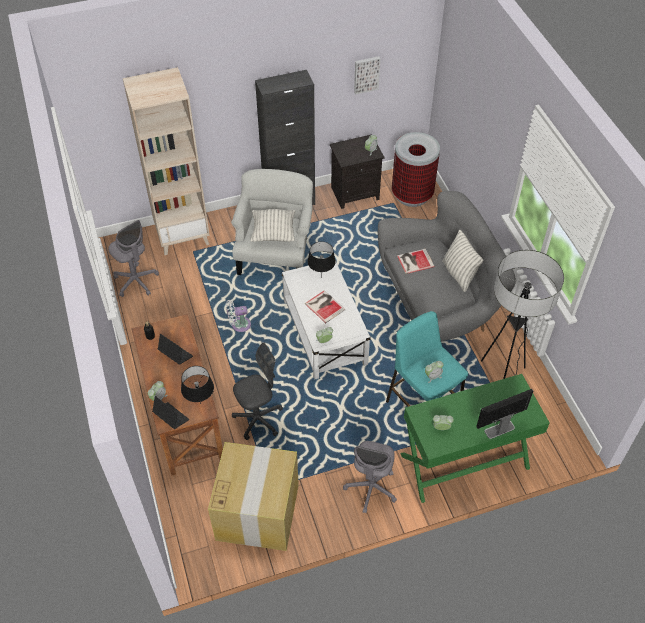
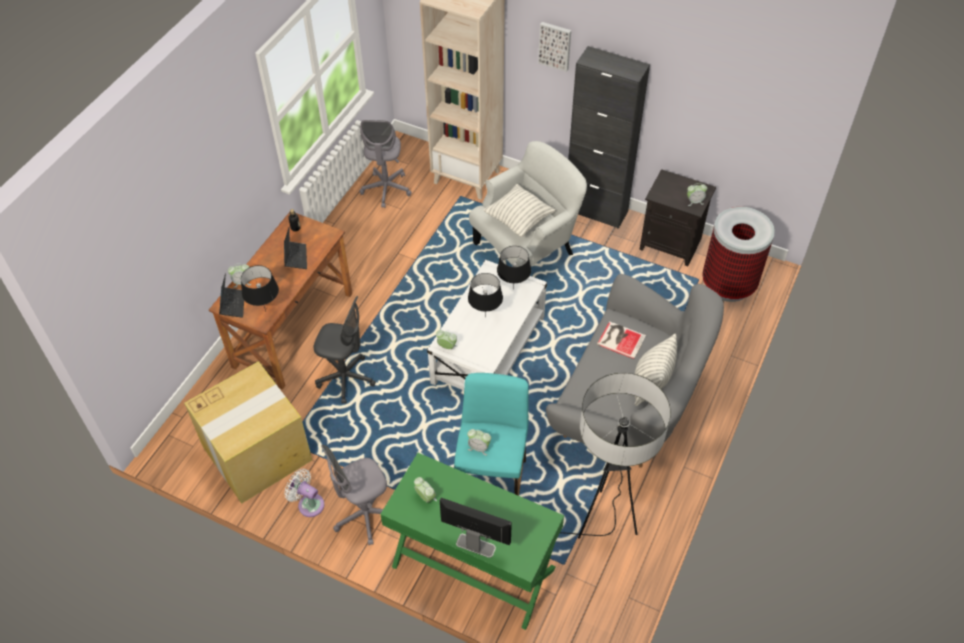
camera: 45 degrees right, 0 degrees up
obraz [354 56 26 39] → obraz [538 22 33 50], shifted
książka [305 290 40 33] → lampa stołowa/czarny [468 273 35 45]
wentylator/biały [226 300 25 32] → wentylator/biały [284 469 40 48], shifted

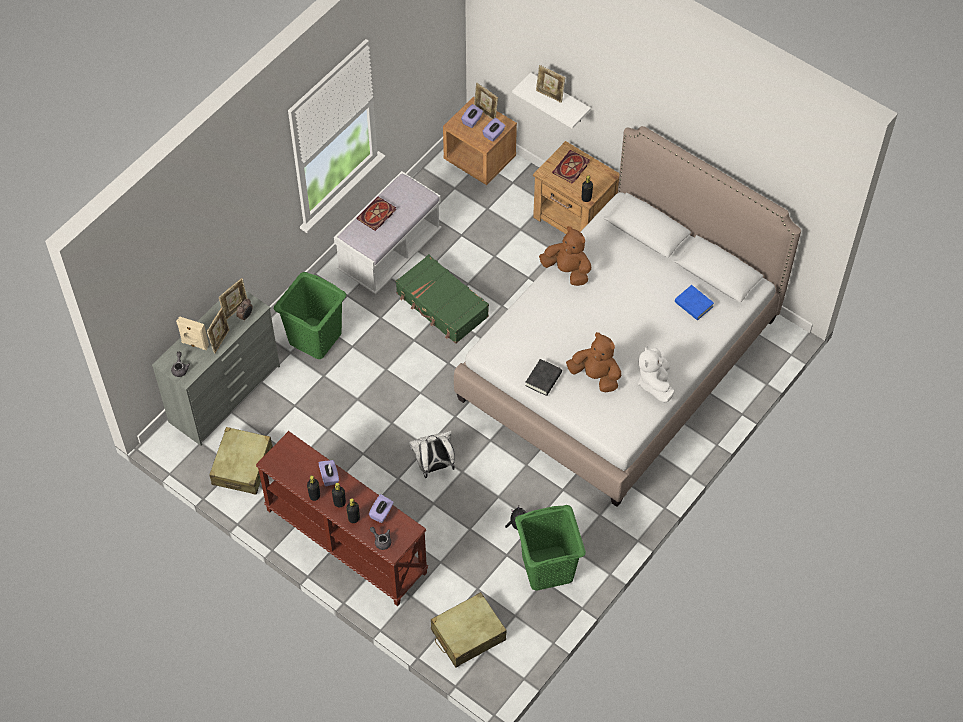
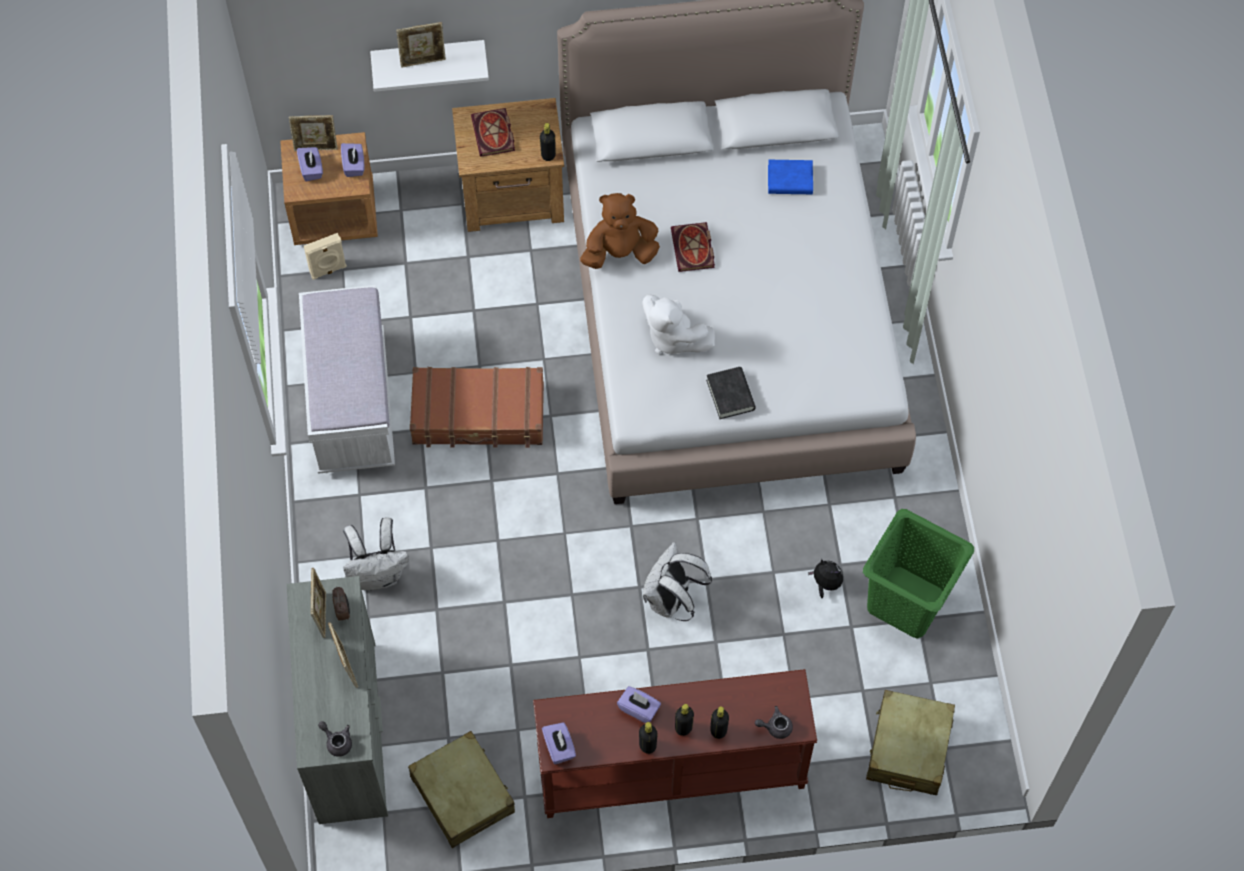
camera: 45 degrees left, 5 degrees up
książka [356 197 40 34] → książka [671 222 44 50], shifted
walizka/zielony [396 254 93 90] → walizka/brązowy [410 367 134 81]
kosz na pranie/zielony [274 272 72 87] → plecak/biały [343 517 66 73]
głośnik/beżowy [176 316 33 34] → głośnik/beżowy [304 233 43 47], shifted
pluszak/brązowy [566 332 55 60] → -
pluszak/biały [638 346 36 57] → pluszak/biały [642 294 73 60], shifted
pudełko chusteczek/fioletowy [368 494 26 29] → pudełko chusteczek/fioletowy [542 722 34 42], shifted

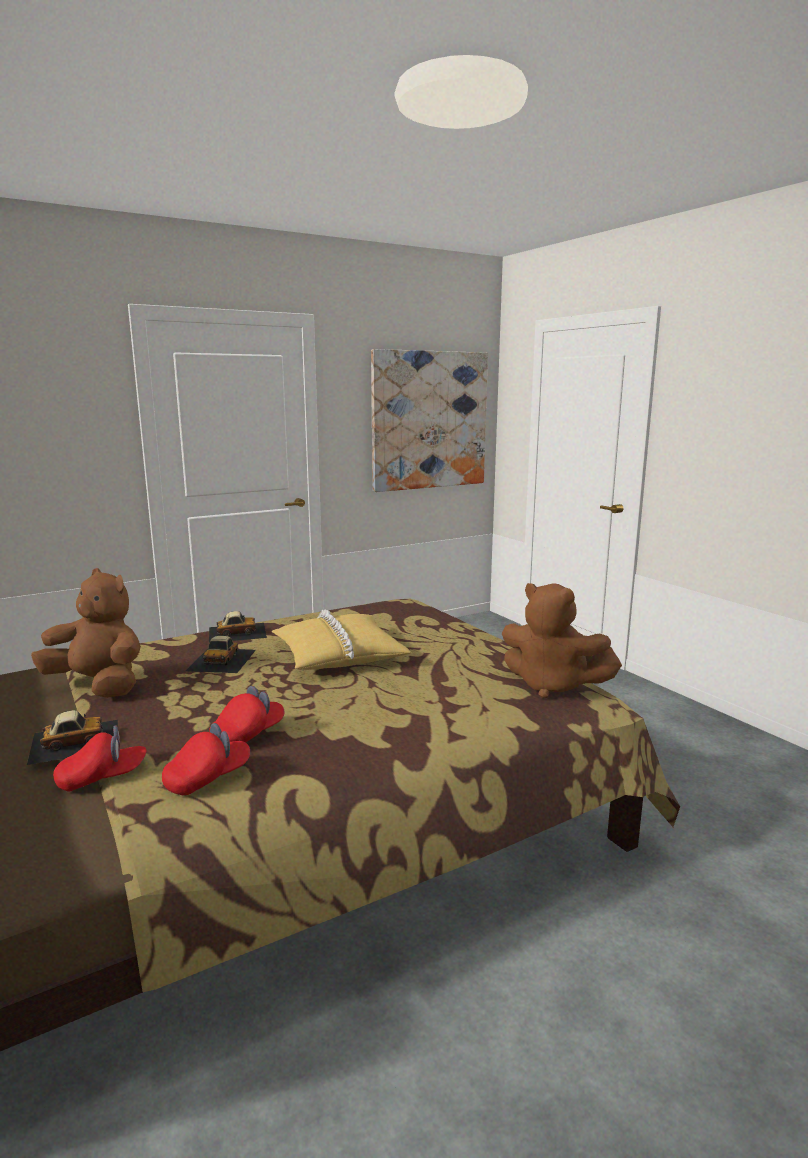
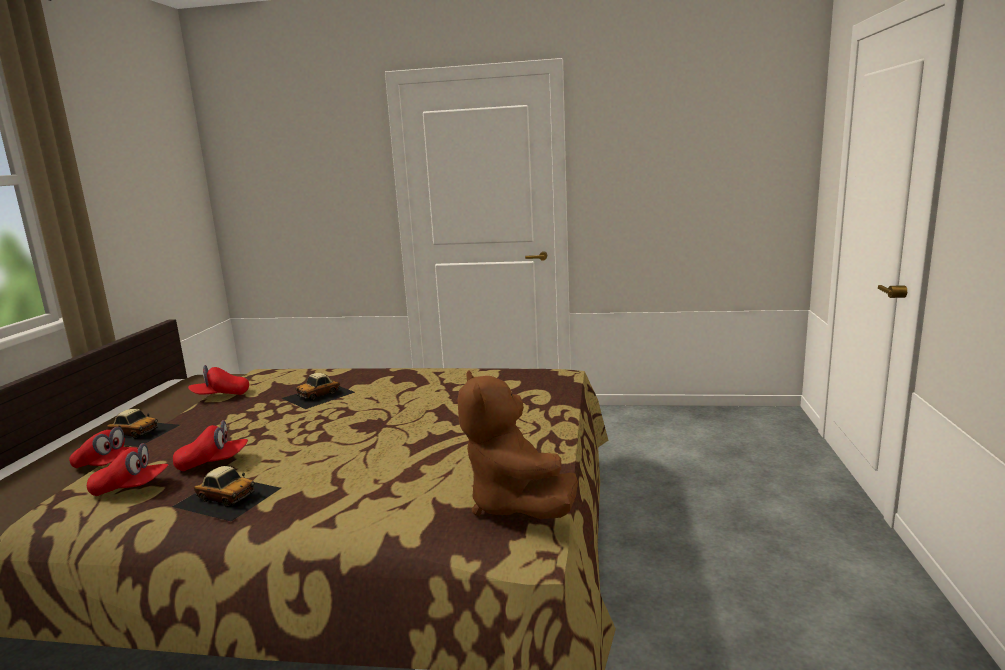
camera: 40 degrees right, 0 degrees up
obraz [371 349 117 143] → -
pluszak/brązowy [31 568 110 130] → czapka z daszkiem/czerwony [188 365 61 30]
poduszka/żółty [272 609 139 61] → -
samochodzik [209 611 58 32] → samochodzik [172 466 109 55], shifted

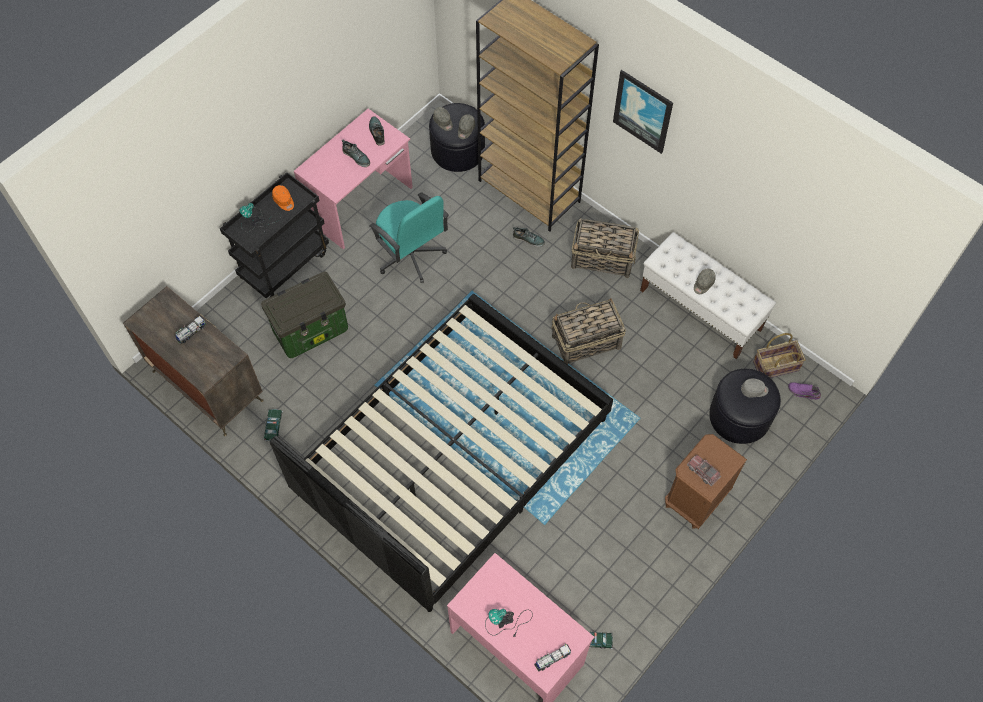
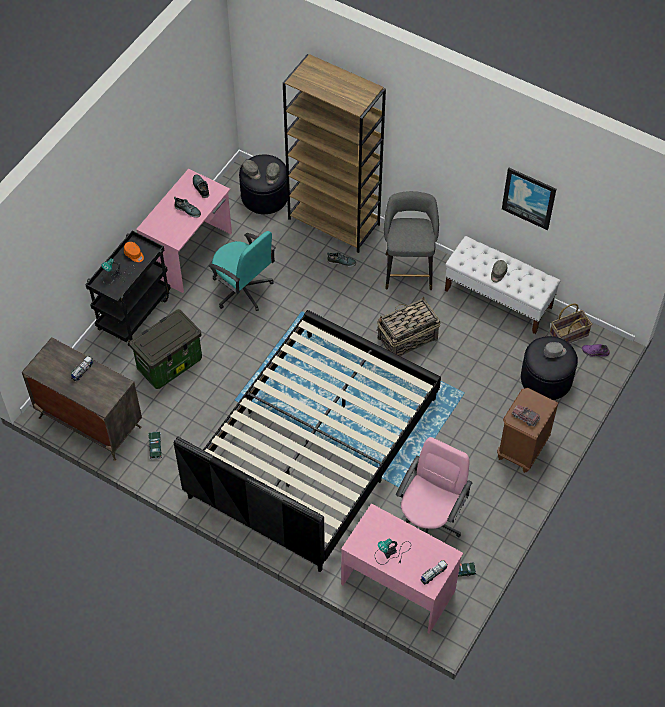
camera: 10 degrees left, 5 degrees down
obraz [613 70 60 84] → obraz [502 168 54 62], shifted
koszyk [571 218 68 60] → stołek/szary [384 191 55 99]
- → krzesło biurowe/różowy [396 437 76 100]

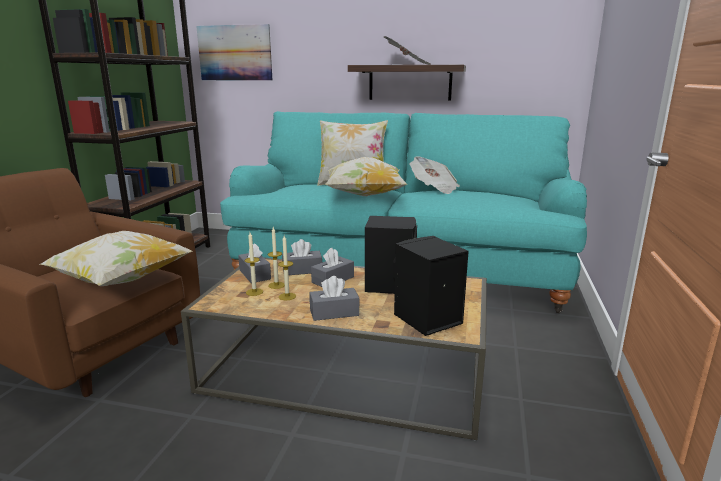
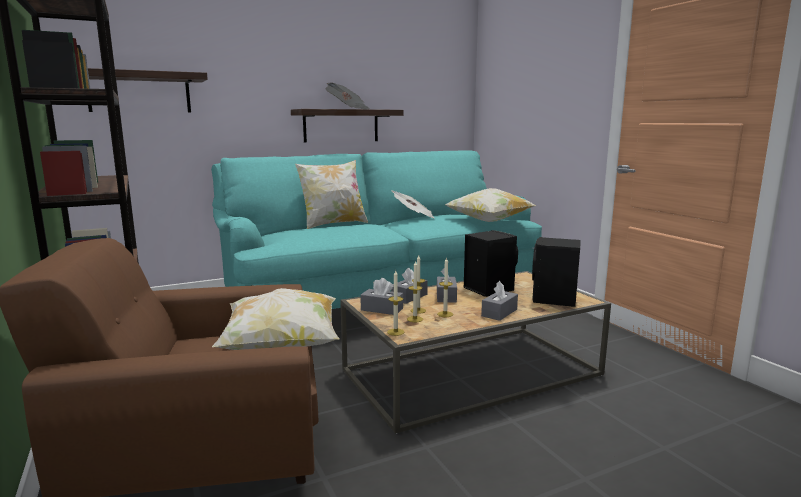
camera: 40 degrees left, 5 degrees down
obraz [196 24 76 57] → półka [88 68 120 44]
poduszka [324 157 83 39] → poduszka [445 188 91 34], shifted
- → świeca [387 271 17 65]

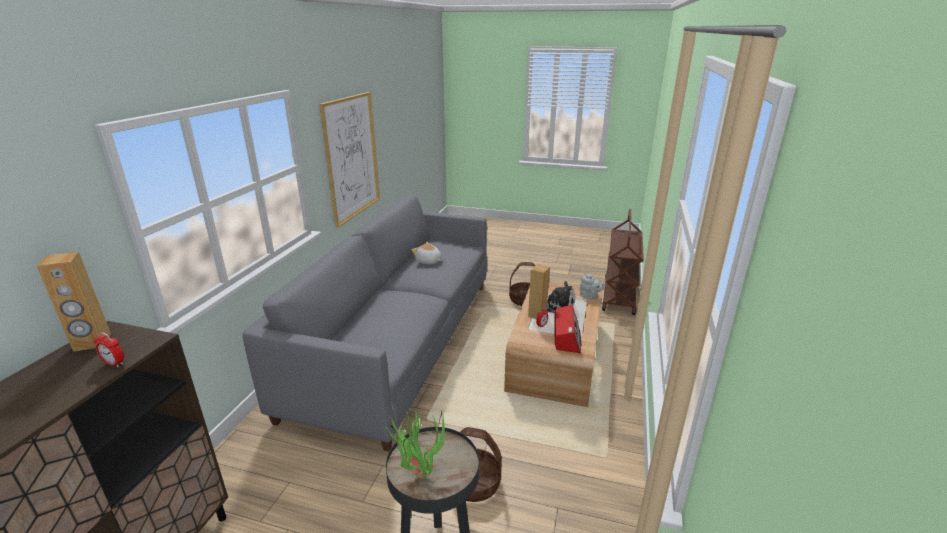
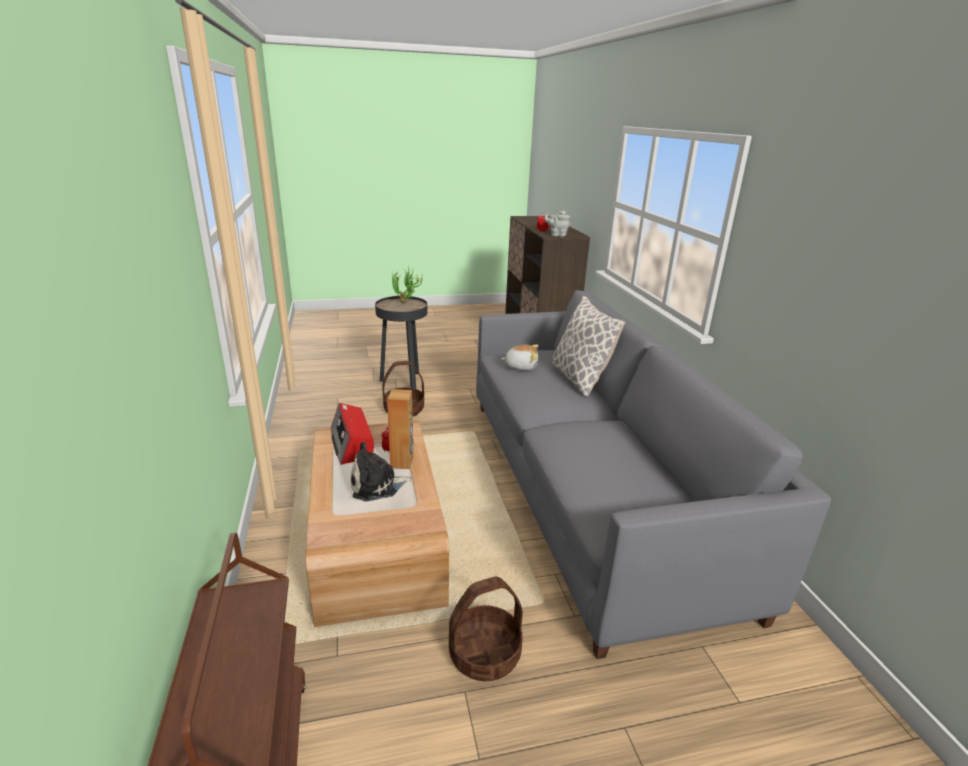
camera: 150 degrees right, 0 degrees up
obraz [319 92 61 136] → -
pluszak [412 242 29 22] → pluszak [501 344 37 27], shifted
głośnik/brązowy [37 252 74 100] → -
imbryk/szary [580 273 25 26] → imbryk/szary [544 211 26 26], shifted
- → poduszka [553 296 72 100]

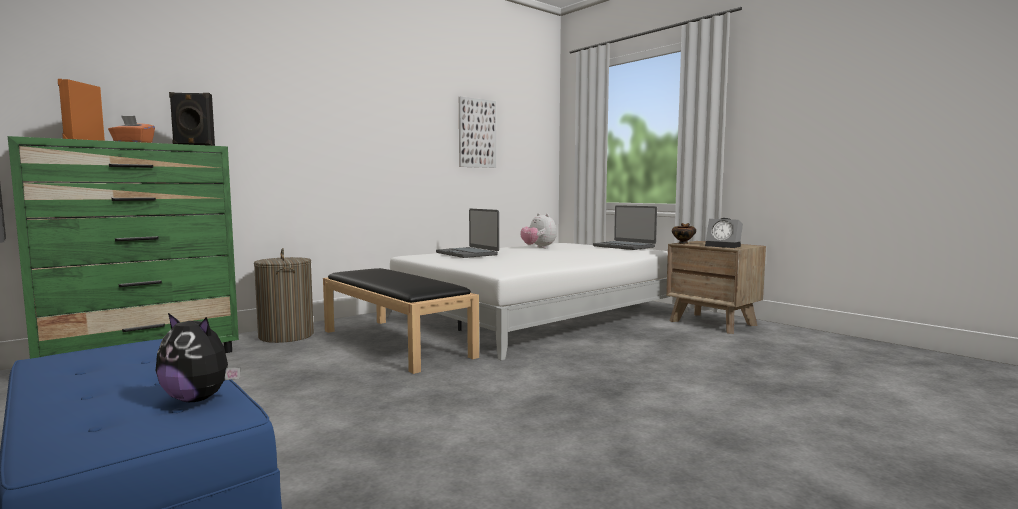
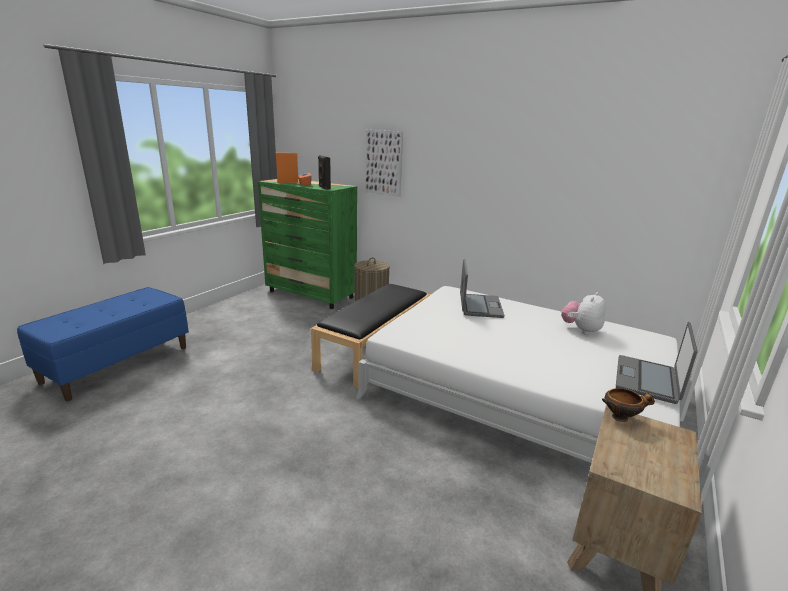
camera: 70 degrees right, 15 degrees up
obraz [459 96 37 72] → obraz [365 130 38 67], shifted
laptop [436 209 63 49] → laptop [460 259 44 59], 150 degrees clockwise
budzik [705 218 38 30] → -
pluszak [156 313 84 89] → -

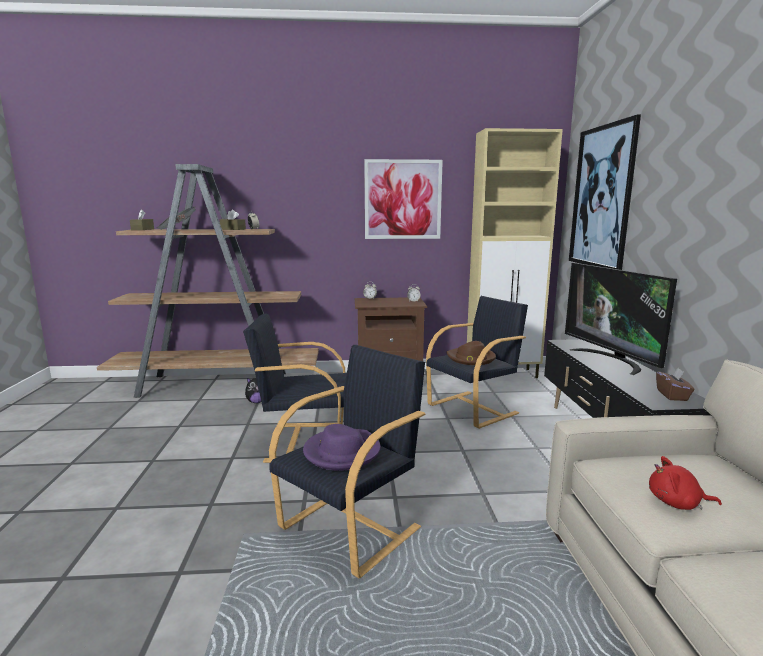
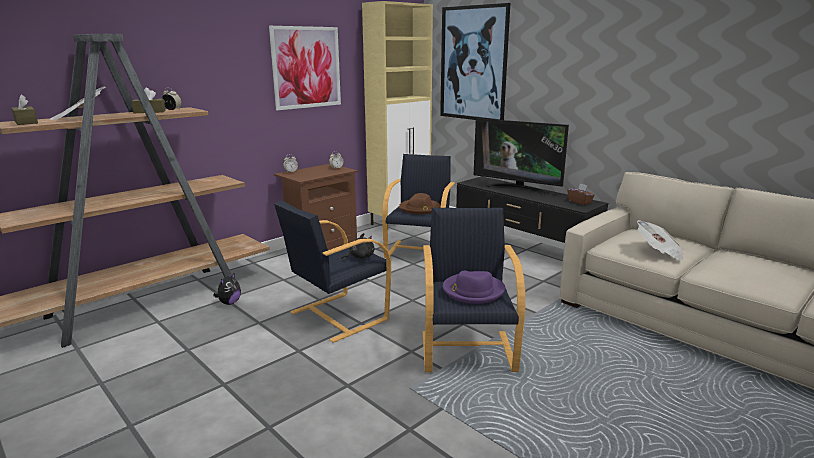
camera: 40 degrees left, 5 degrees up
pluszak/czerwony [649 456 73 54] → gazeta [637 220 47 41]
- → pluszak/czarny [341 233 33 27]

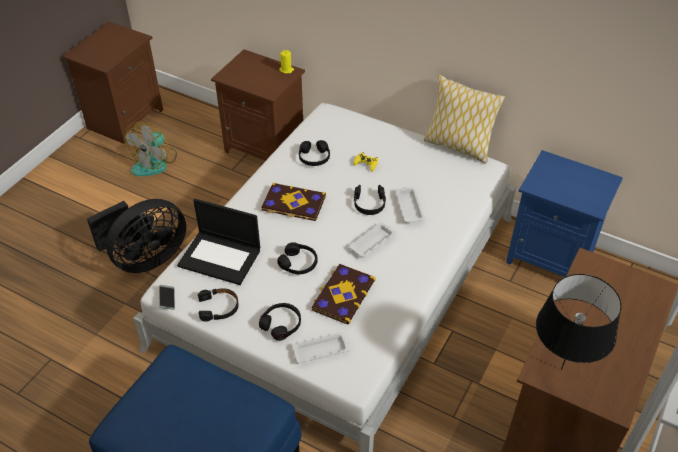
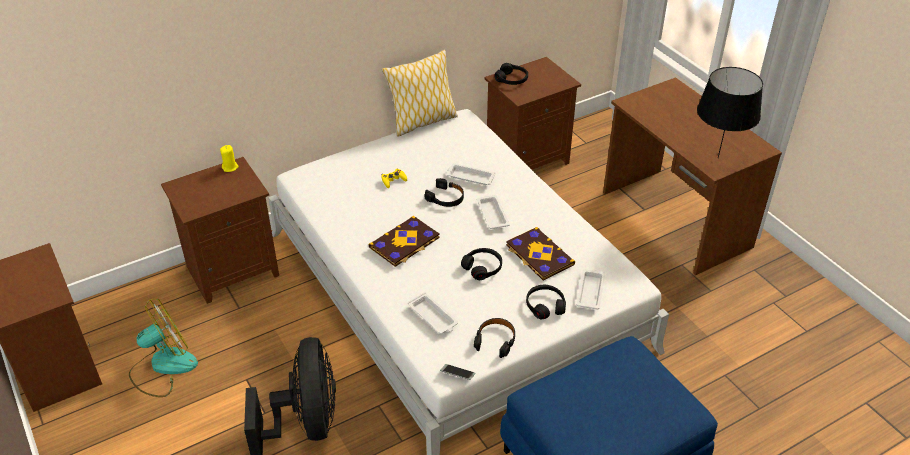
camera: 60 degrees left, 5 degrees down
wentylator [125 122 52 54] → wentylator [129 299 69 98], 90 degrees counterclockwise
słuchawki/czarny [299 140 31 26] → słuchawki/czarny [494 63 34 22], shifted
szafka nocna/niebieski [506 150 117 127] → szafka nocna/brązowy [485 57 96 112]
laptop [177 199 83 86] → taca/biały [408 292 50 42]

